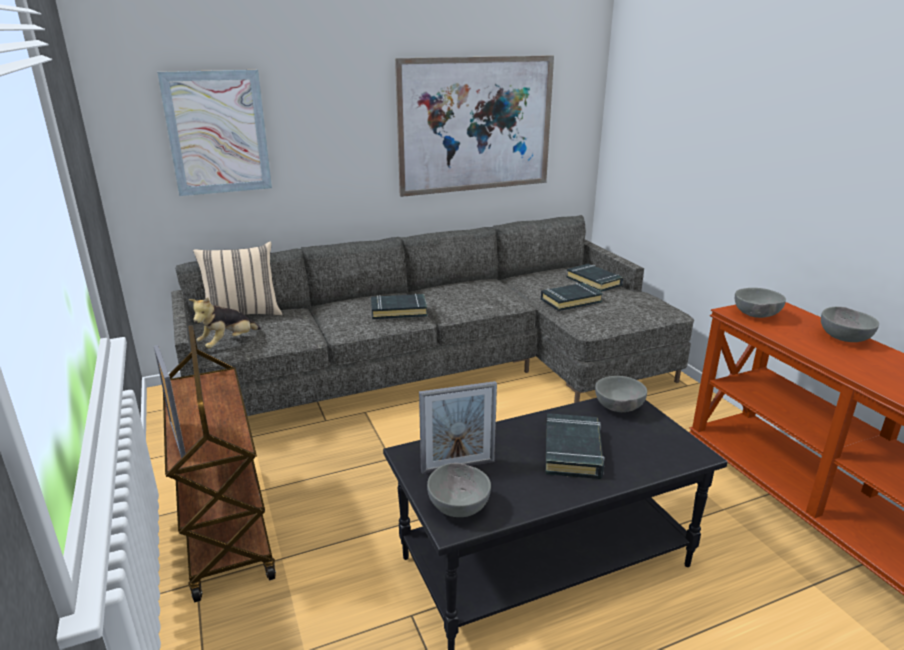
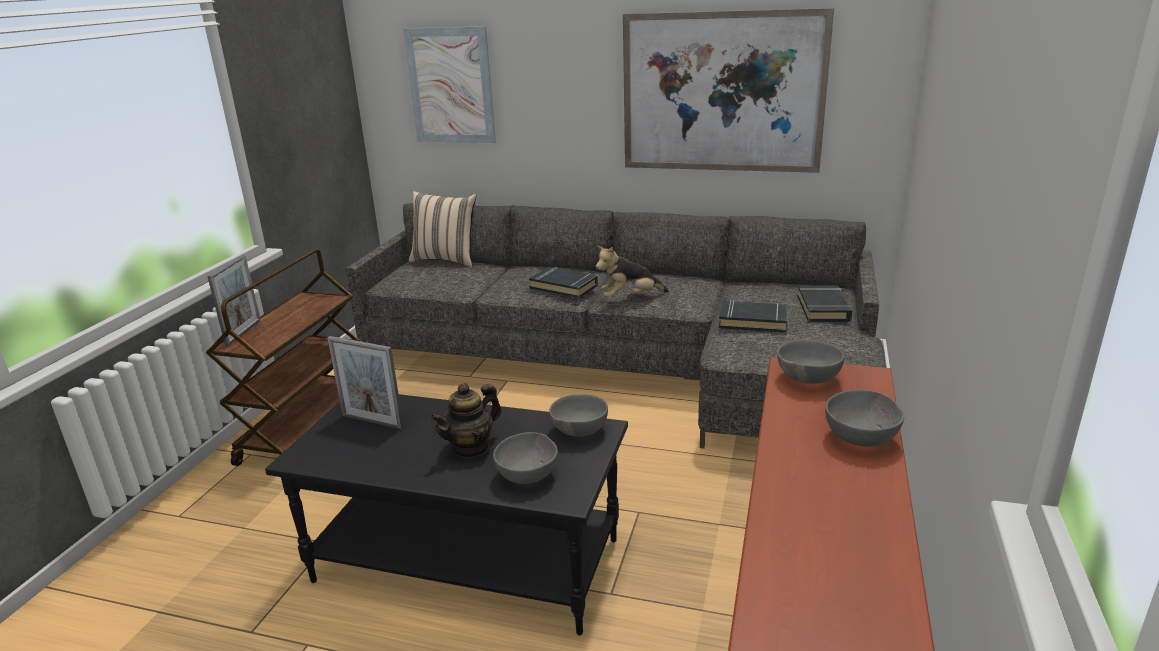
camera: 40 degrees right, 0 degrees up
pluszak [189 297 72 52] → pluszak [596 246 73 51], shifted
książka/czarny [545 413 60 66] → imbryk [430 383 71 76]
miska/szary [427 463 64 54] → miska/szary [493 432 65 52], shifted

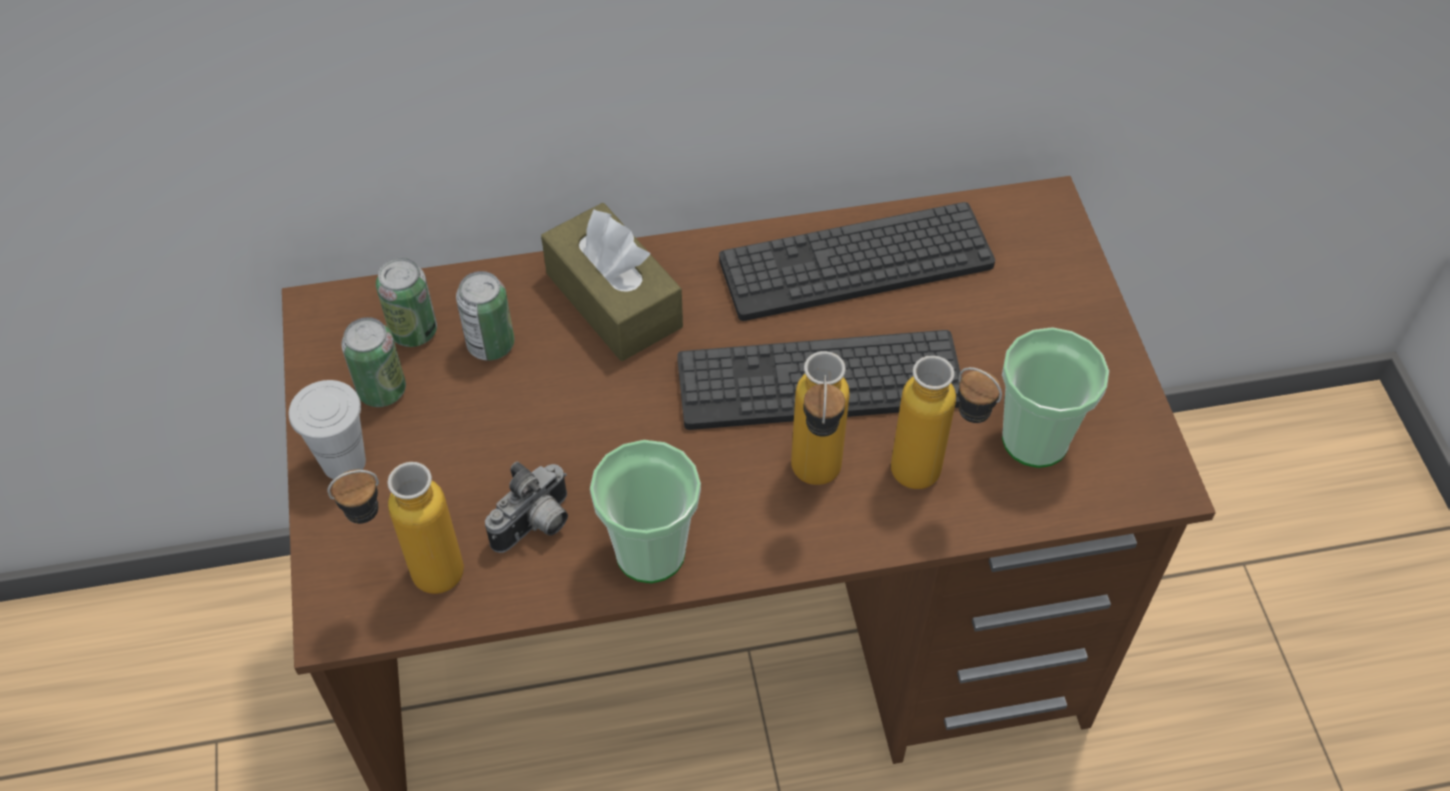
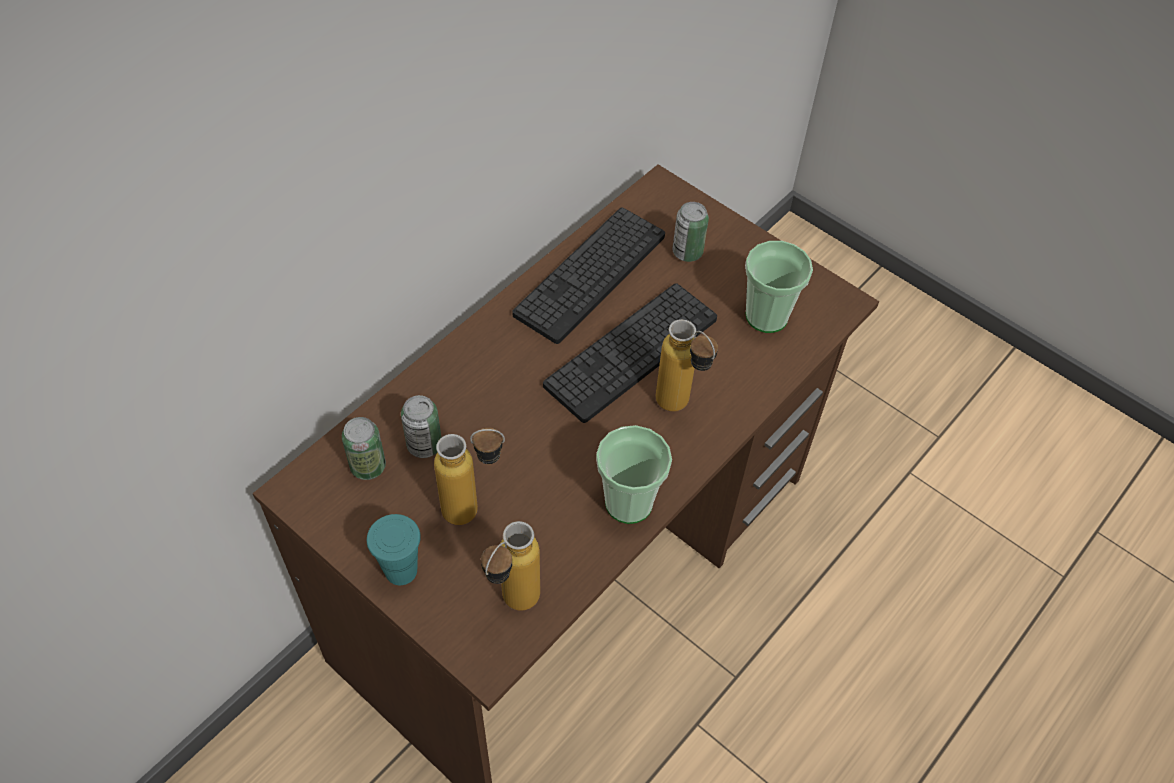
camera: 40 degrees left, 0 degrees up
pudełko chusteczek/brązowy [541 203 142 158] → -
puszka [341 317 65 90] → puszka [673 202 36 60], shifted
butelka [891 355 111 134] → butelka [434 427 71 98], shifted
filiżanka/biały [289 380 77 100] → filiżanka/turkusowy [367 514 54 71]
aparat fotograficzny [485 461 83 92] → -

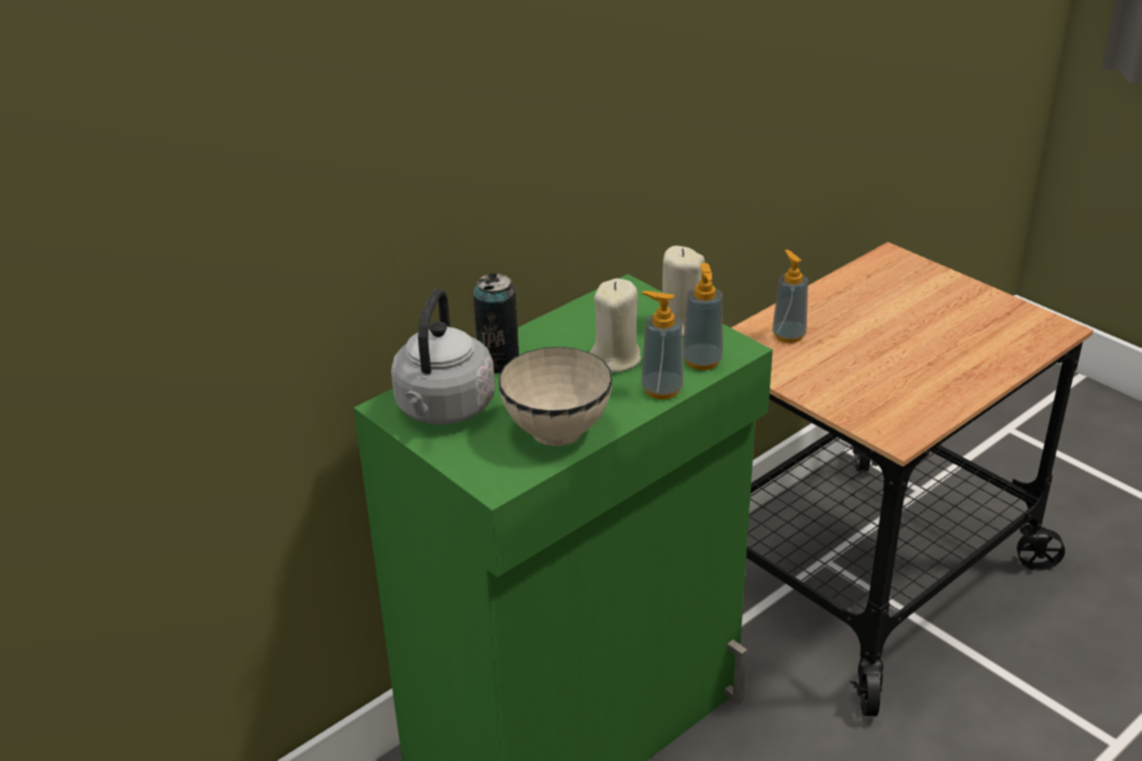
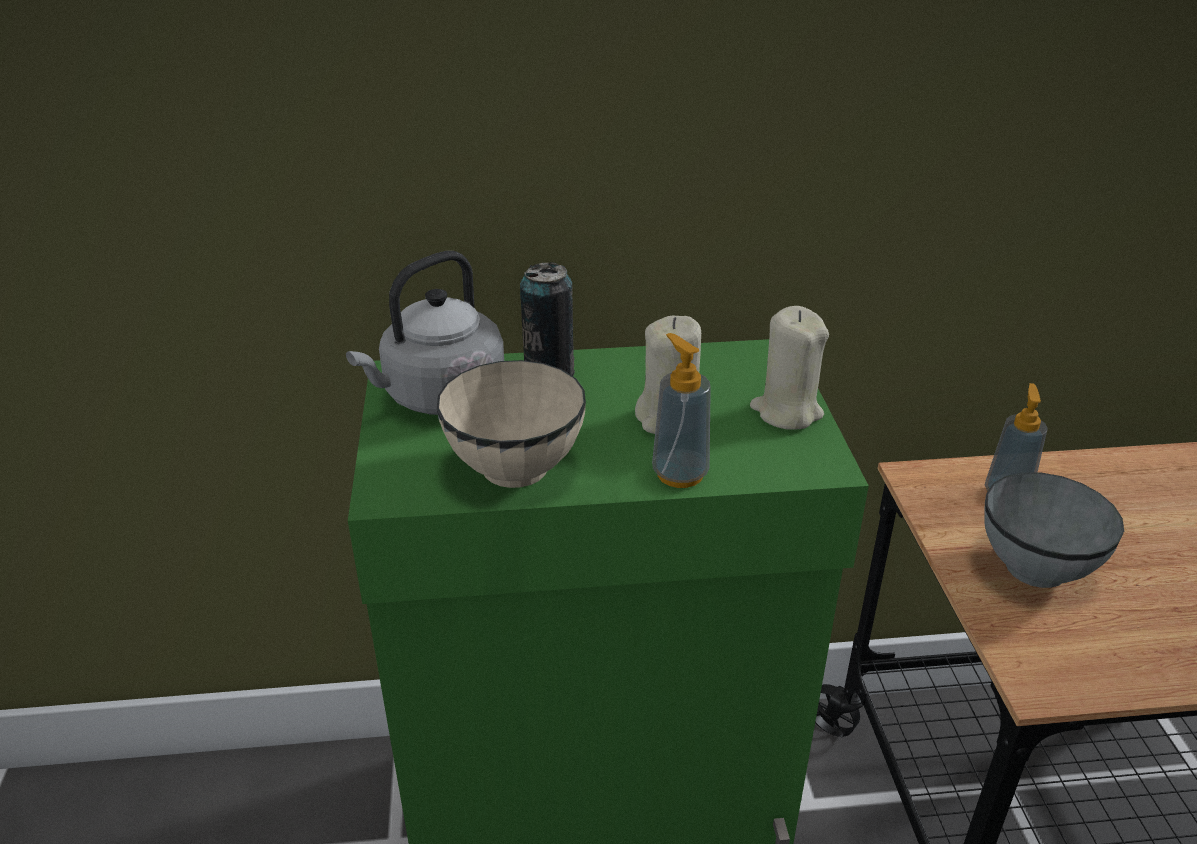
camera: 35 degrees right, 0 degrees up
dozownik mydła [683 263 40 107] → -
- → miska/szary [984 473 140 115]

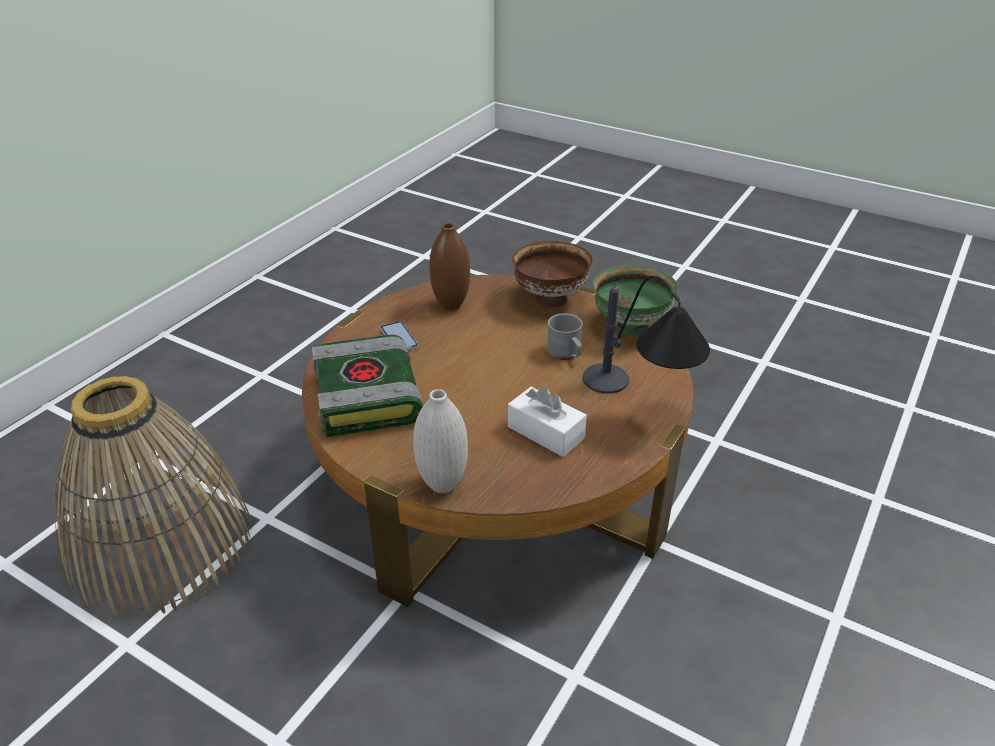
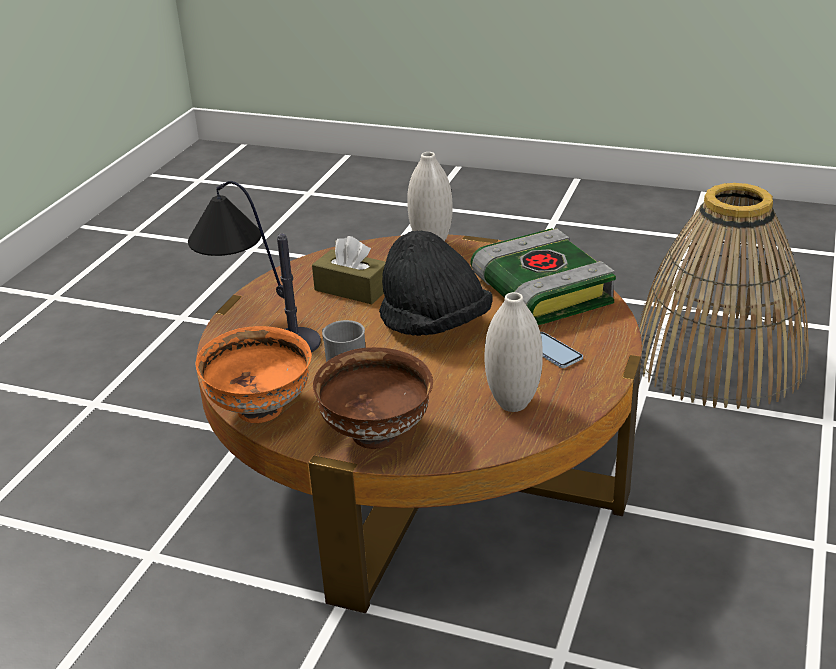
camera: 170 degrees right, 5 degrees down
wazon/brązowy [429 223 41 87] → wazon/biały [485 292 58 120]
miska/zielony [592 265 86 70] → miska/pomarańczowy [195 326 117 97]
pudełko chusteczek/biały [508 386 79 71] → pudełko chusteczek/brązowy [312 236 74 68]
- → kapelusz/czarny [379 230 114 106]

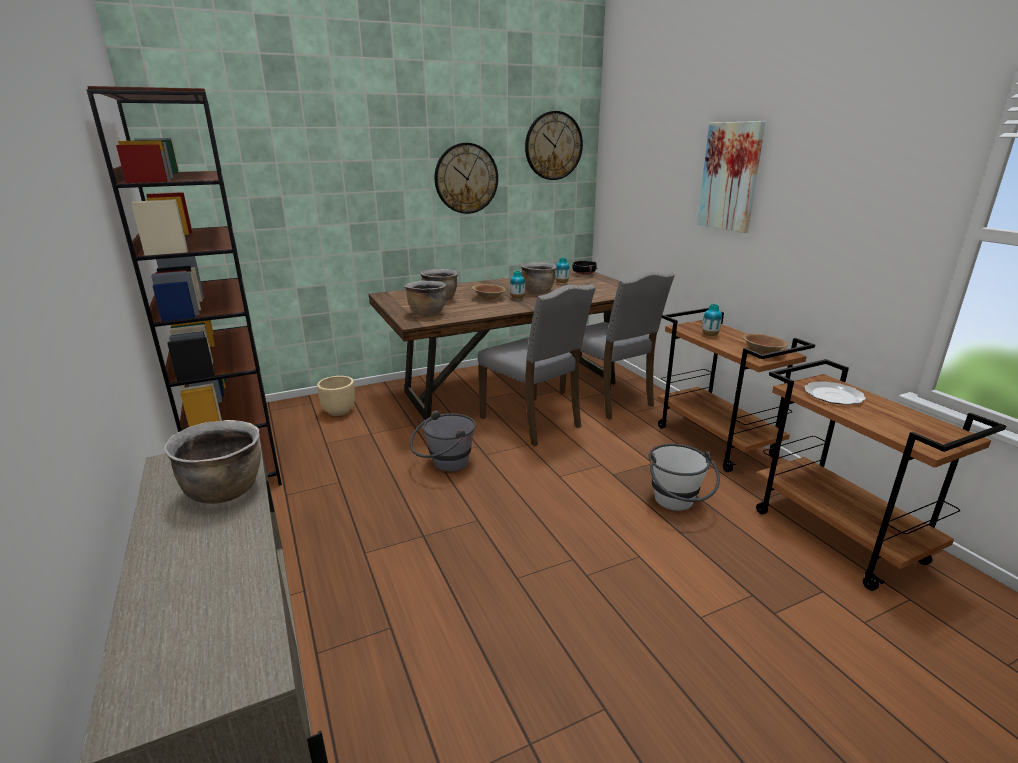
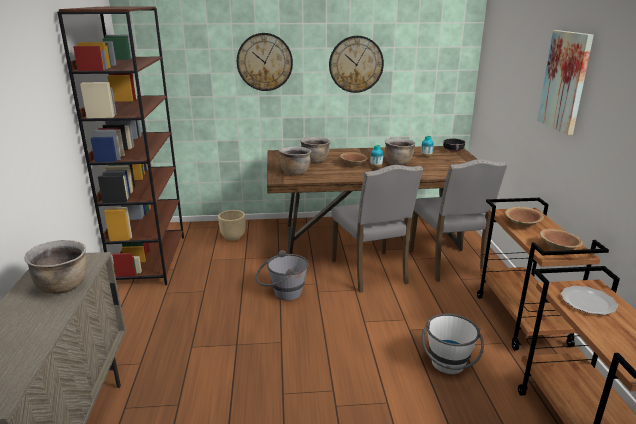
camera: 20 degrees right, 0 degrees up
zegar ścienny [525 111 58 69] → zegar ścienny [237 33 56 58], shifted
wazon [702 304 20 32] → miska/brązowy [505 207 39 20]

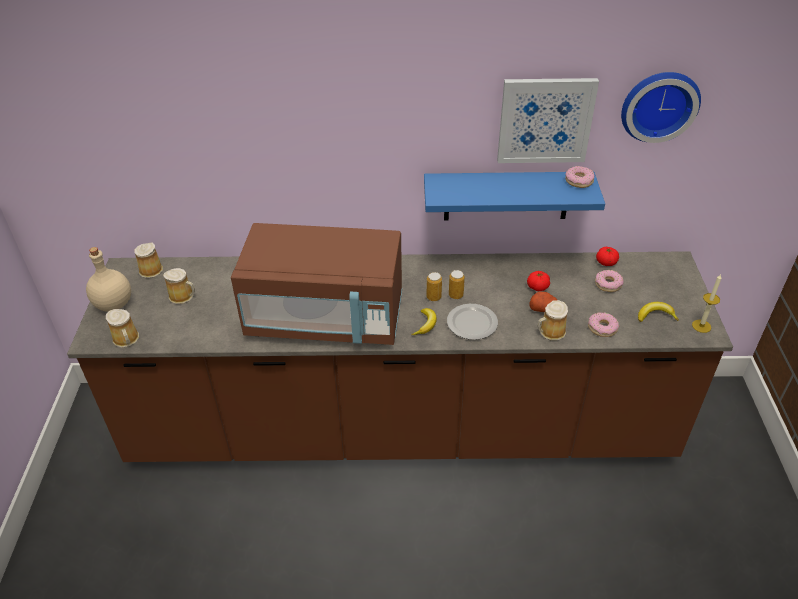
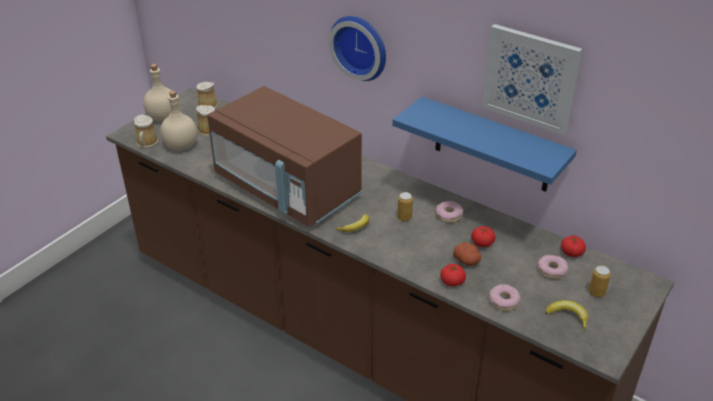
camera: 35 degrees right, 5 degrees down
zegar ścienny [621 72 80 71] → zegar ścienny [329 16 57 65], shifted
donut [565 166 30 22] → donut [436 201 28 22], shifted
puszka [427 272 15 29] → puszka [589 265 22 32], shifted
świeca [692 274 29 59] → -
kubek [537 300 31 40] → pomidor [440 264 26 22]
talerz [447 304 51 36] → -
- → butelka/beżowy [160 91 37 60]

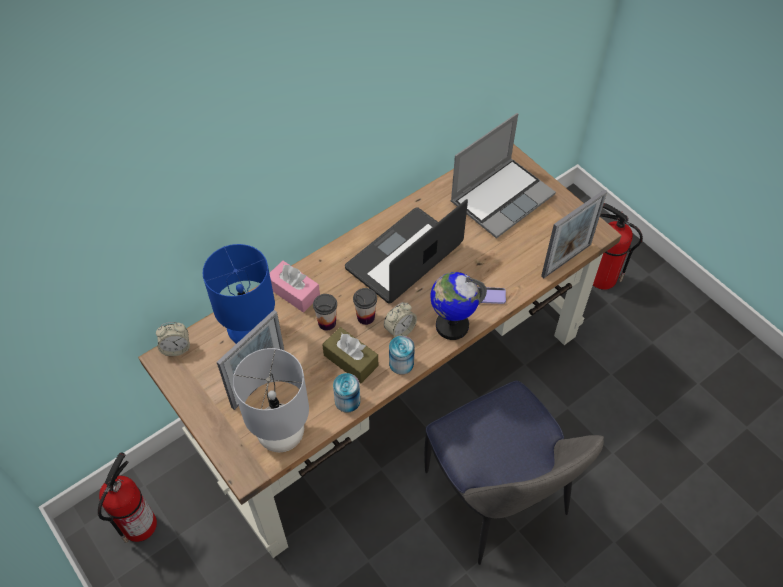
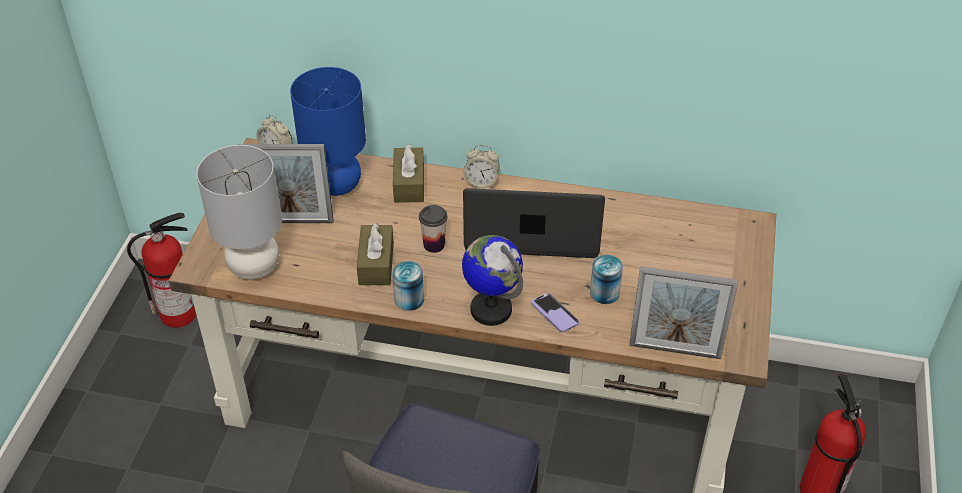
camera: 50 degrees right, 10 degrees down
laptop [450 113 106 126] → -
pudełko chusteczek/różowy [269 261 51 51] → pudełko chusteczek/brązowy [393 144 31 59]
filiżanka [313 294 24 37] → -
budzik [384 302 33 35] → budzik [463 145 37 44], shifted
puszka [333 373 27 39] → puszka [590 255 33 49], shifted

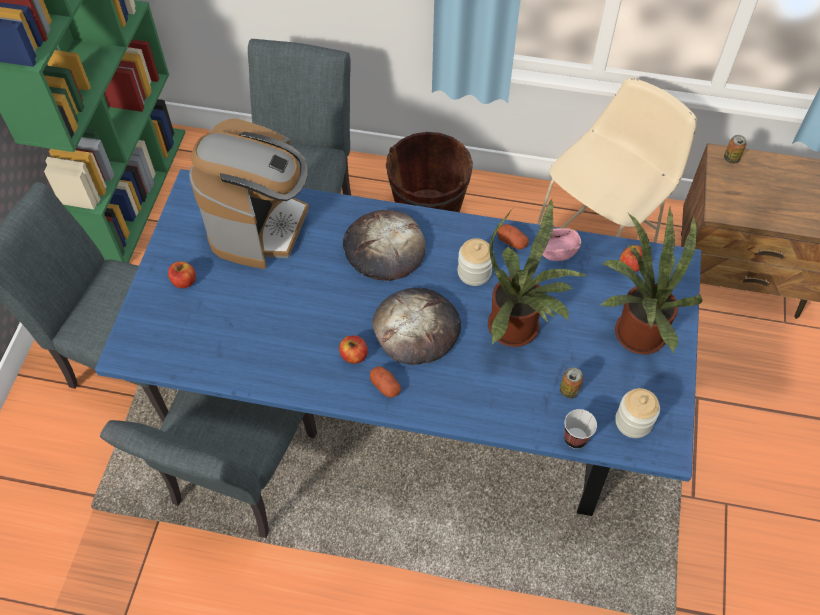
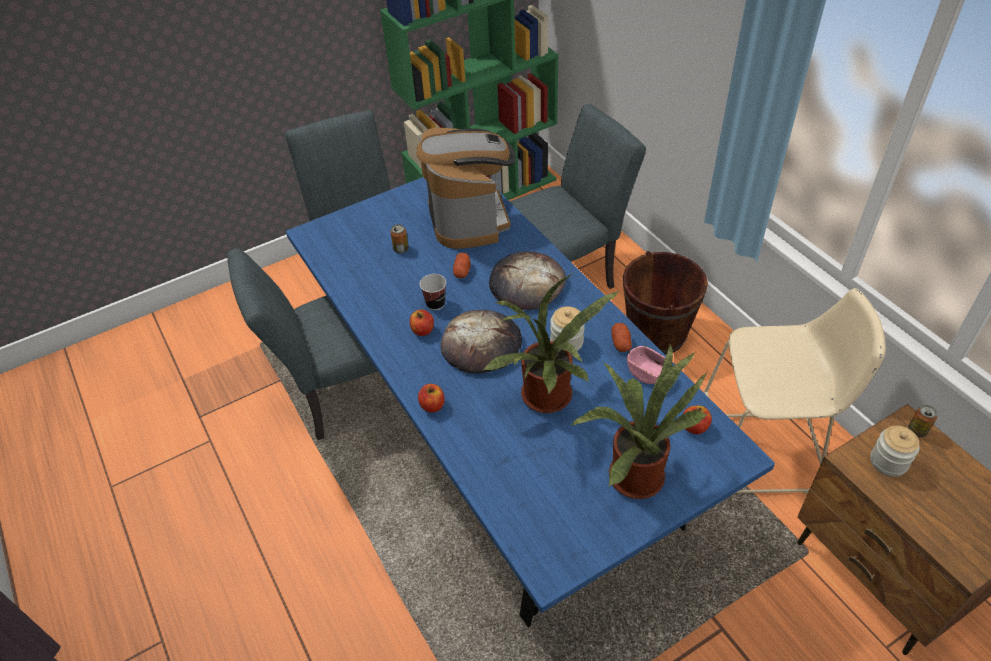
camera: 50 degrees right, 10 degrees down
ekspres do kawy [189 119 120 150] → ekspres do kawy [416 128 100 121], 75 degrees counterclockwise
jabłko [168 261 28 27] → jabłko [418 384 26 29], shifted
ziemniak [370 366 31 32] → ziemniak [453 253 18 25], shifted
puszka [560 367 23 31] → puszka [390 224 19 29], shifted
słoik [615 388 45 50] → słoik [870 426 50 51], shifted
filiżanka [564 409 33 40] → filiżanka [420 274 26 36], shifted

